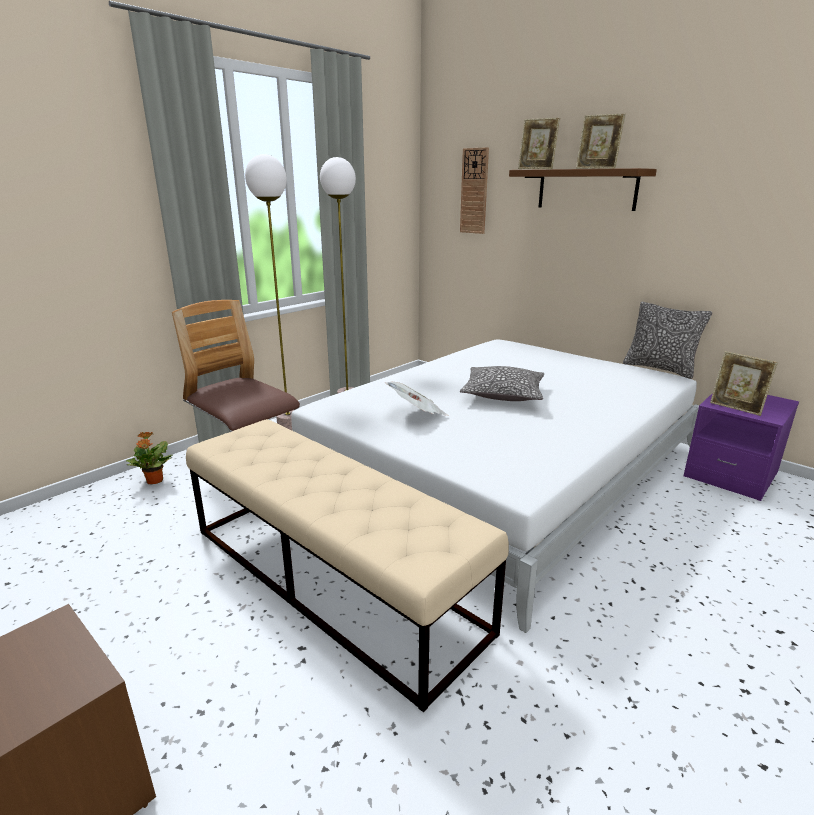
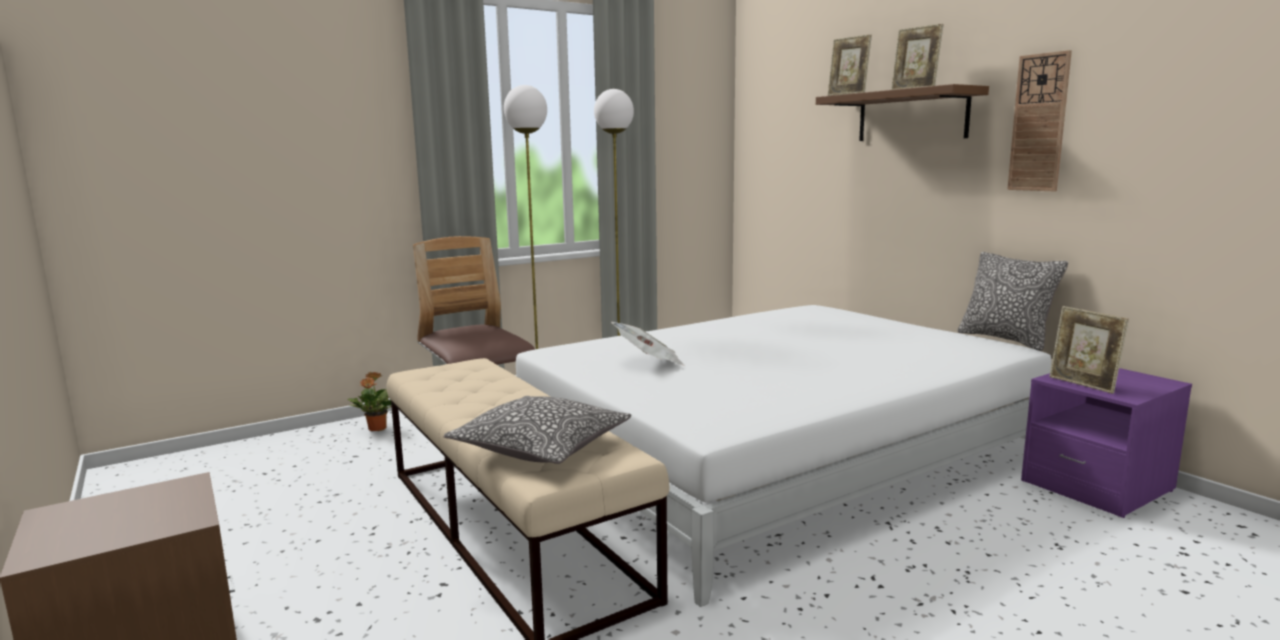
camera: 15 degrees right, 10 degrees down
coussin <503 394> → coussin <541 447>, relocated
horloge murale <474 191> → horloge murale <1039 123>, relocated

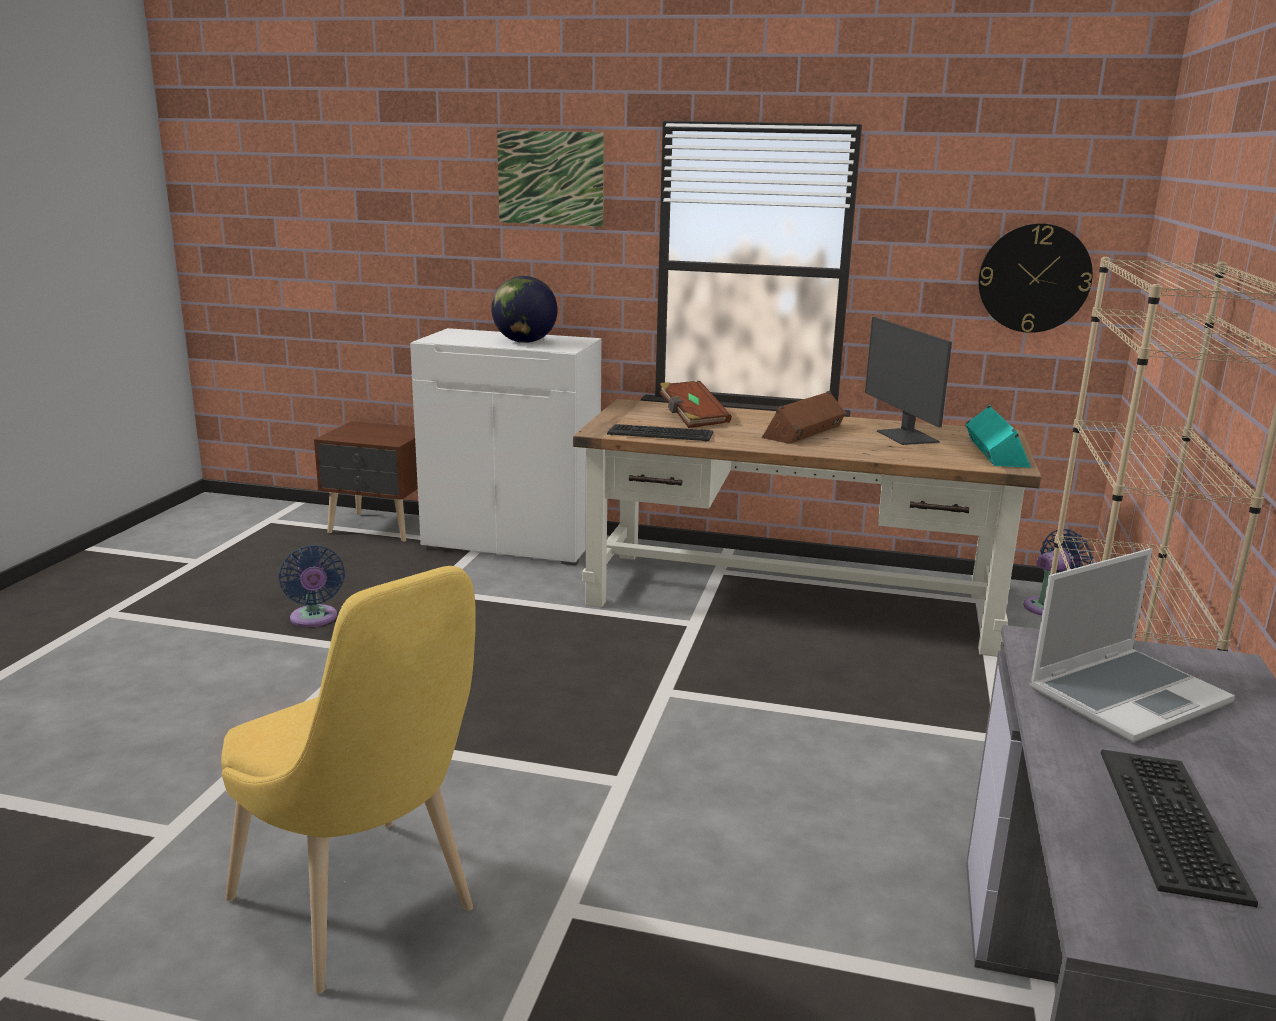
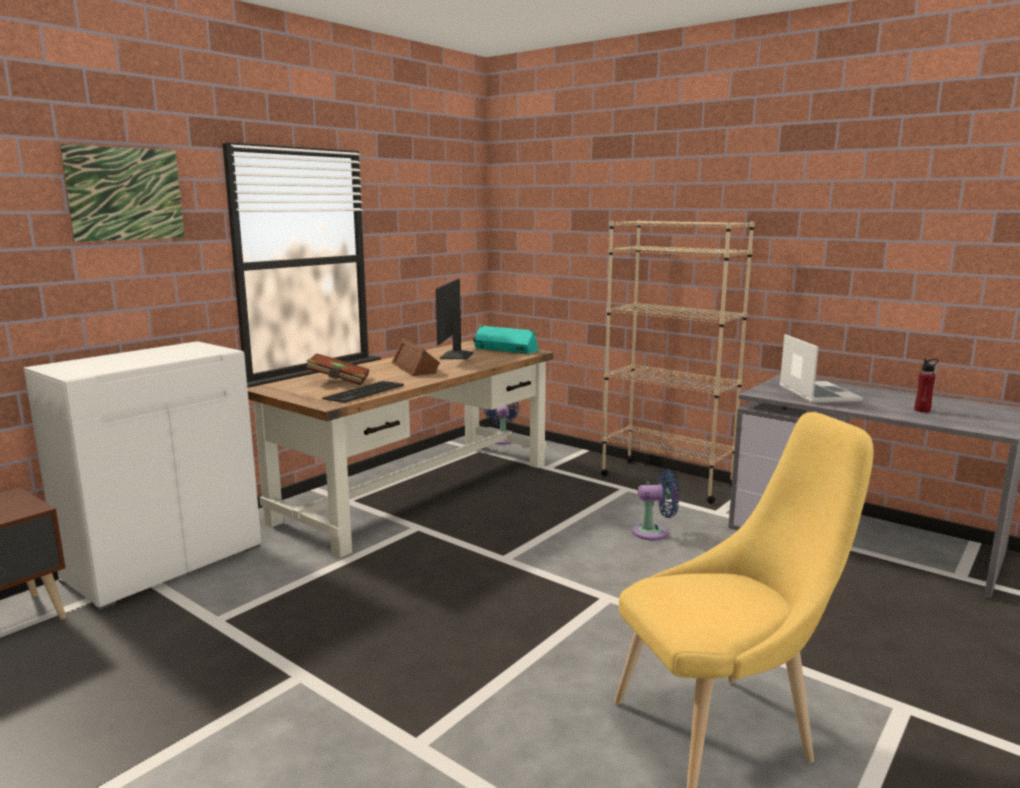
camera: 65 degrees left, 5 degrees down
écran d'ordinateur <906 437> → écran d'ordinateur <455 355>, 90 degrees clockwise
ventilateur [bleu] <314 619> → ventilateur [bleu] <654 532>, relocated
clavier <1172 823> → bouteille [rouge] <922 410>
globe <524 342> → -
horloge murale <1034 278> → -

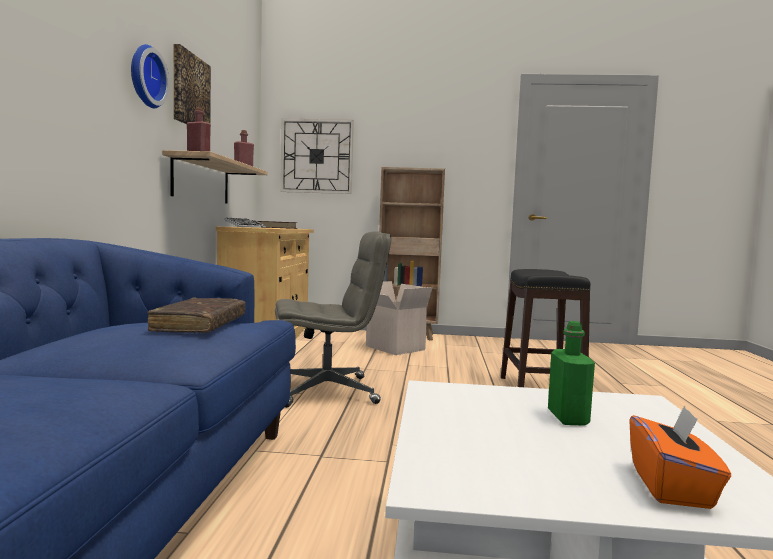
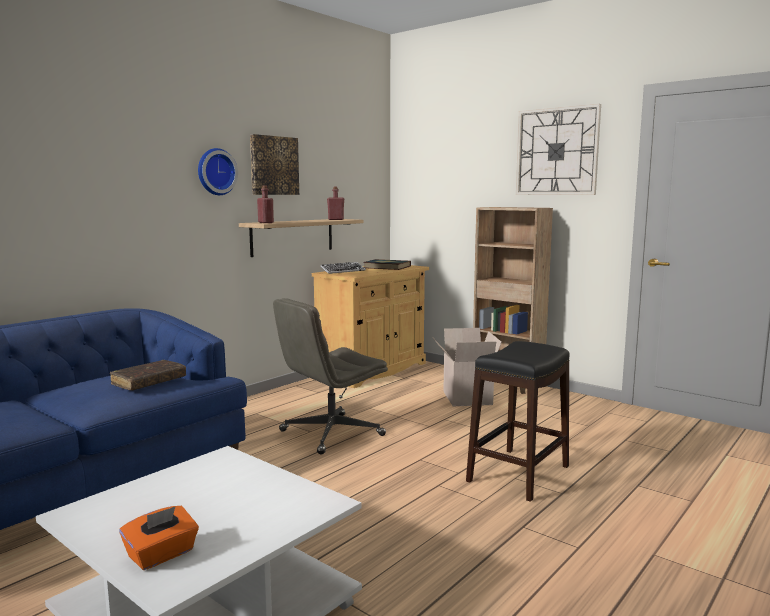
camera: 35 degrees right, 5 degrees up
chaise de bureau [gris] <328 391> → chaise de bureau [gris] <331 434>, 120 degrees clockwise
horloge murale <317 156> → horloge murale <557 151>, relocated
bouteille [vert] <568 418> → -

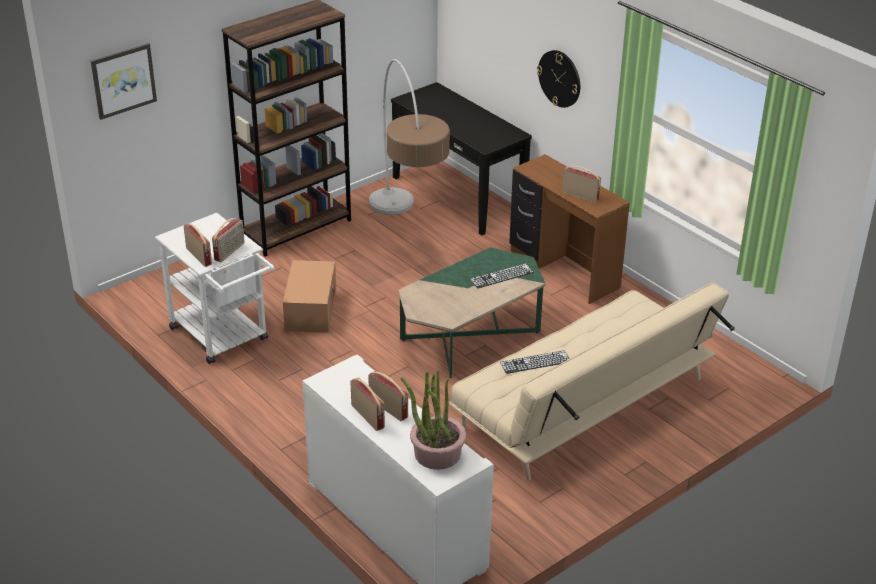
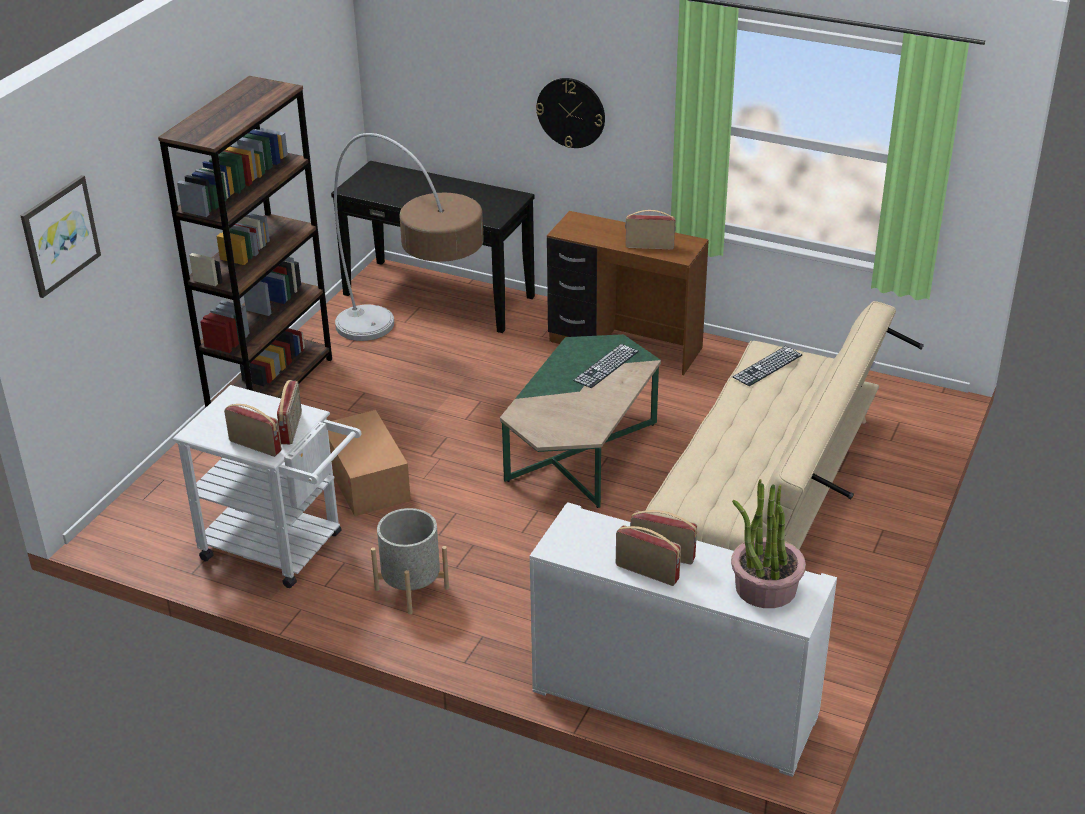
camera: 25 degrees left, 0 degrees up
- → cache-pot [gris] <412 588>
clavier <535 362> → clavier <767 366>, relocated

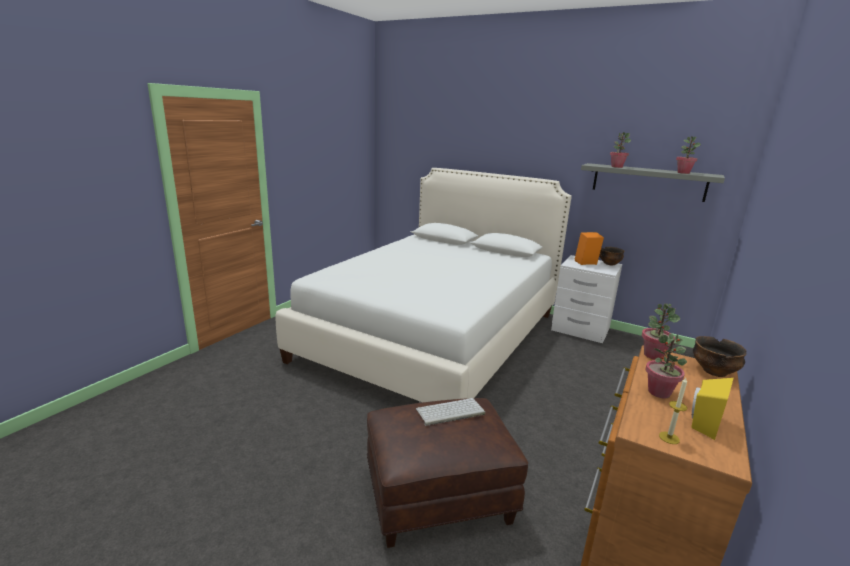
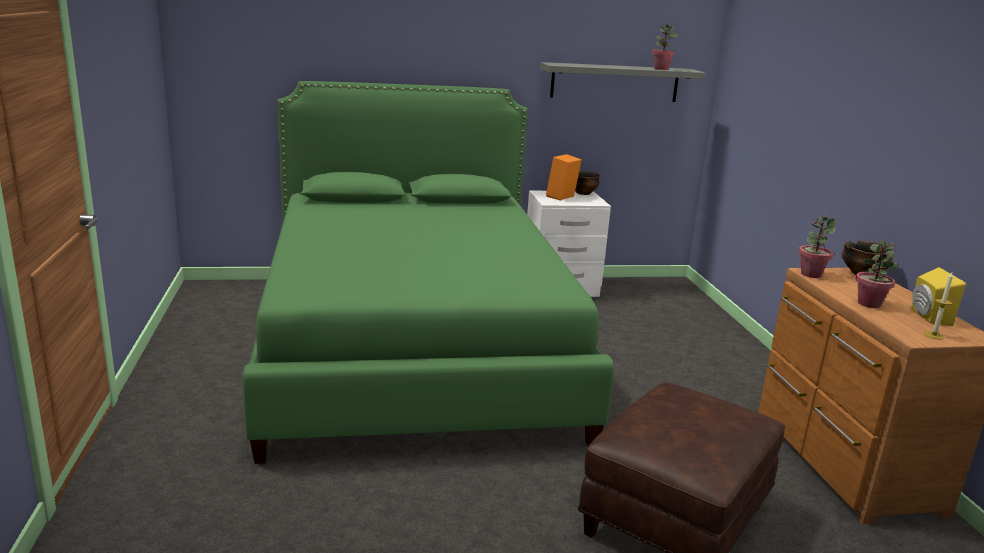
camera: 40 degrees left, 0 degrees up
lit [blanc] <434 335> → lit [vert] <414 347>
clavier <449 412> → -
plante en pot <616 167> → -

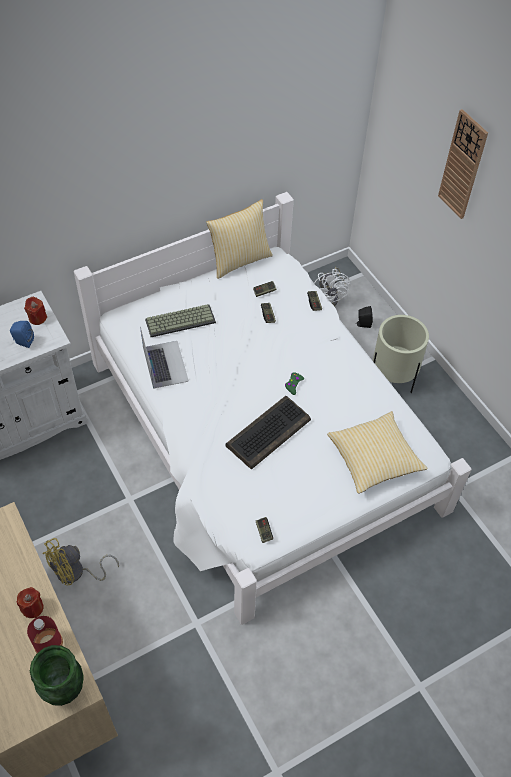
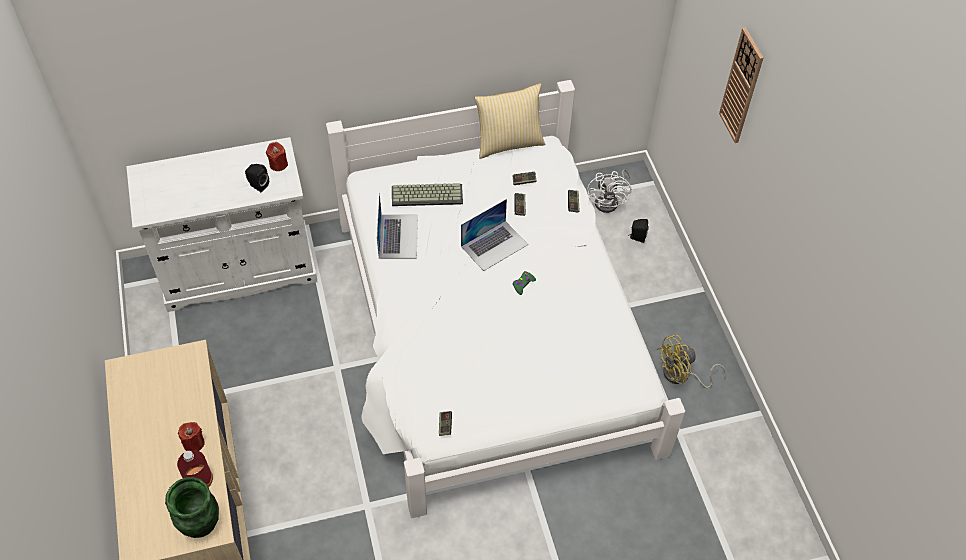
camera: 15 degrees right, 0 degrees up
enceinte [bleu] <23 342> → enceinte [noir] <257 185>
- → ordinateur portable <494 245>
ventilateur [jaune] <76 573> → ventilateur [jaune] <682 376>, relocated
clavier <268 432> → -
coussin <373 459> → -
cache-pot [beige] <392 378> → -

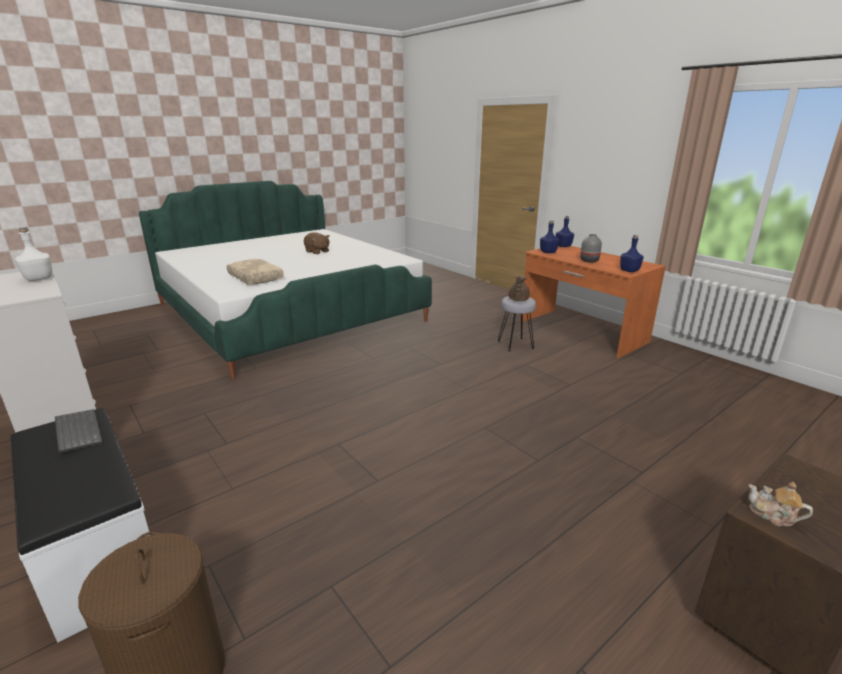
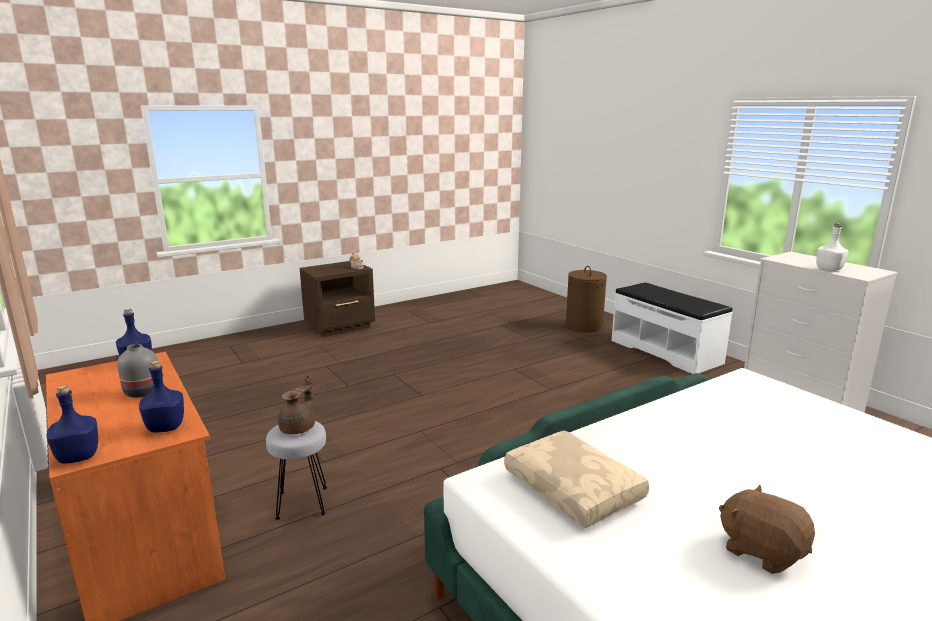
camera: 175 degrees left, 5 degrees down
coussin [beige] <254 278> → coussin [beige] <575 489>, relocated
clavier <76 432> → -

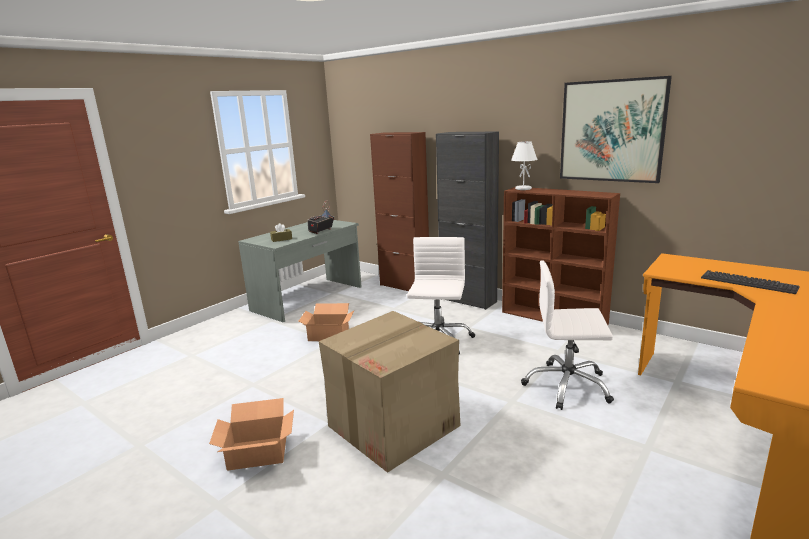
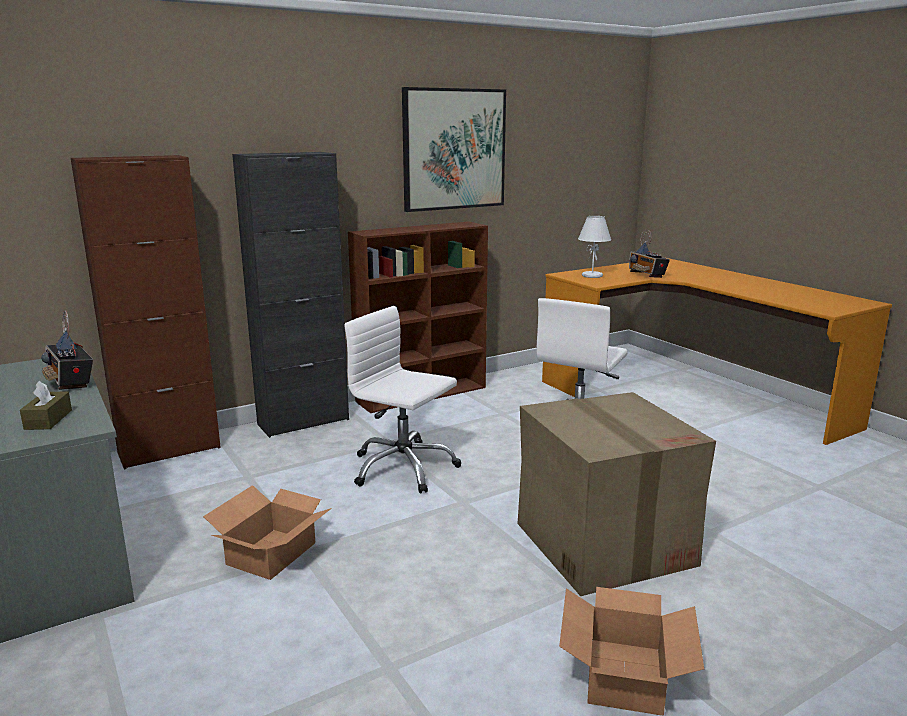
camera: 70 degrees left, 0 degrees up
lampe de table [blanc] <523 189> → lampe de table [blanc] <592 276>, relocated
clavier <748 283> → radio <647 275>

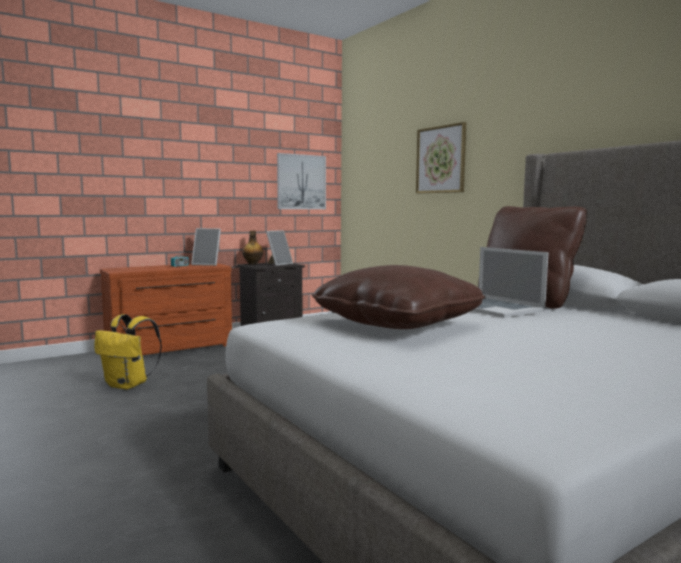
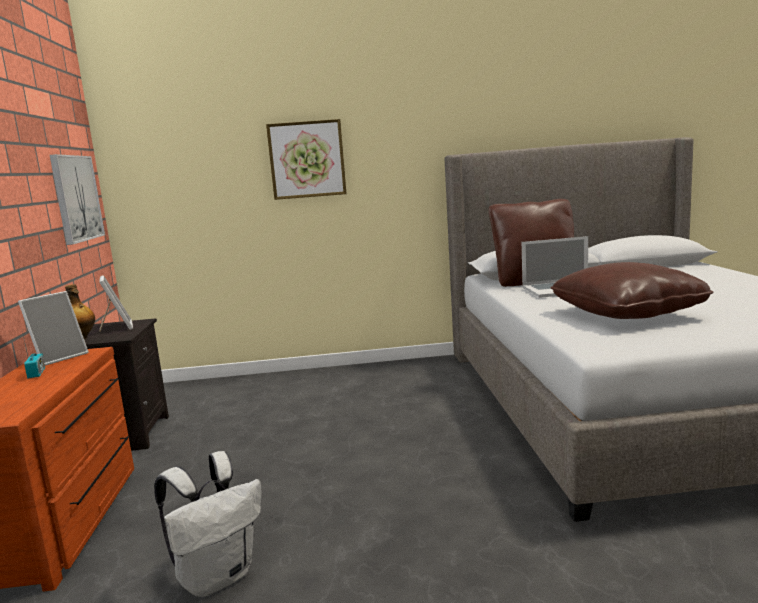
camera: 60 degrees left, 5 degrees up
sac à dos [jaune] <128 385> → sac à dos [blanc] <217 576>

